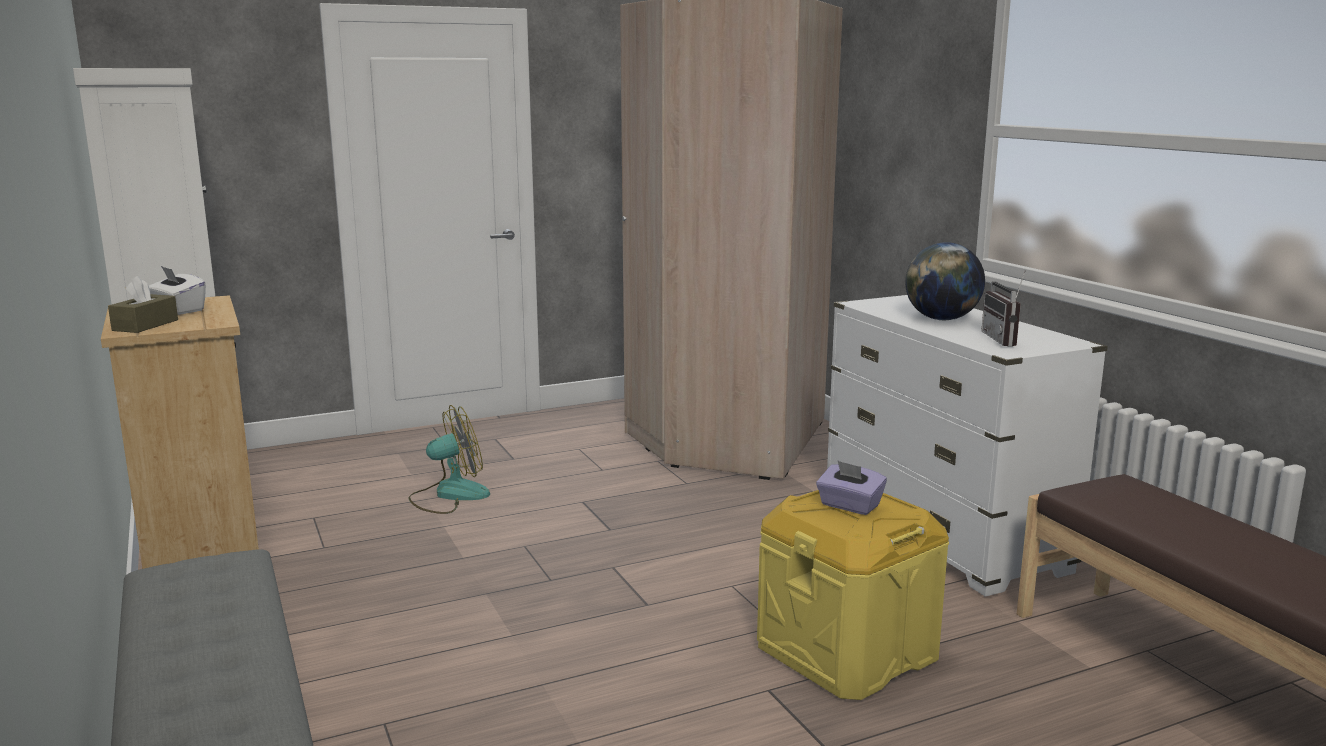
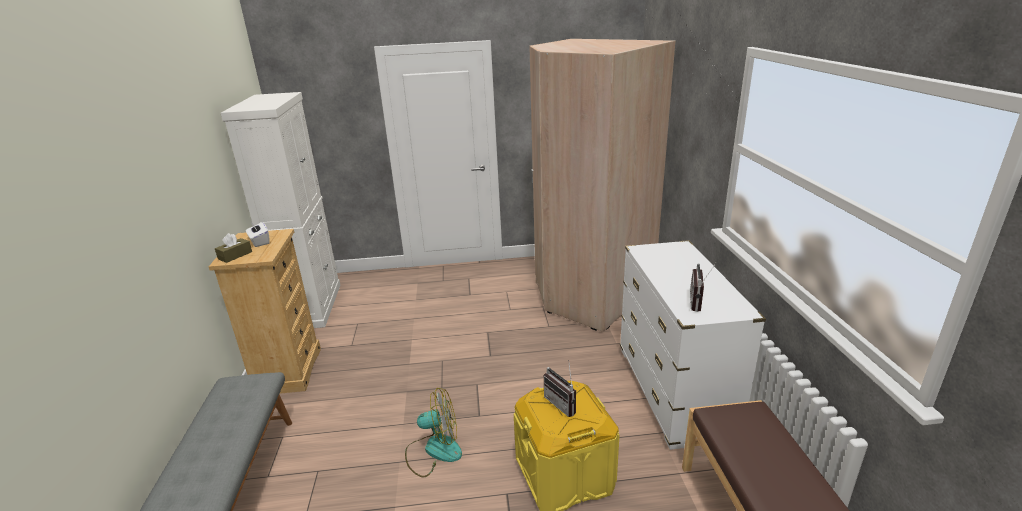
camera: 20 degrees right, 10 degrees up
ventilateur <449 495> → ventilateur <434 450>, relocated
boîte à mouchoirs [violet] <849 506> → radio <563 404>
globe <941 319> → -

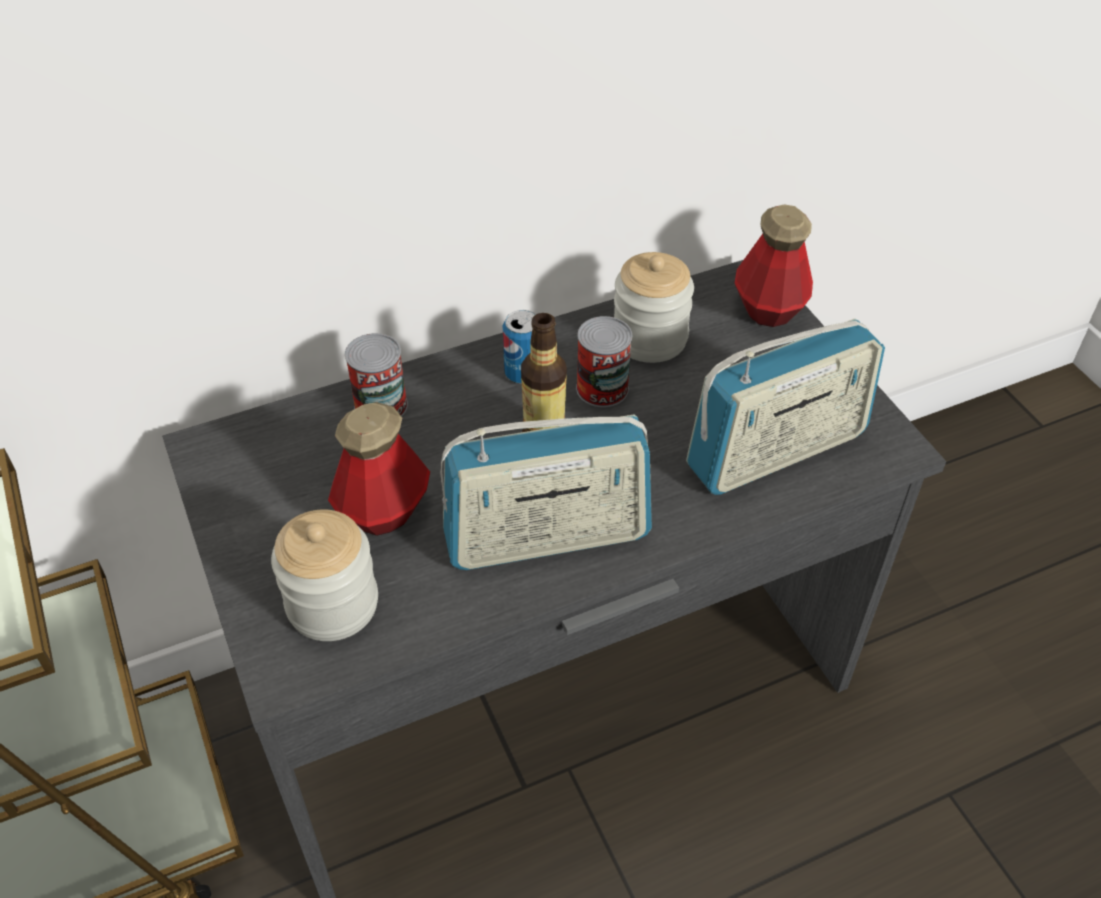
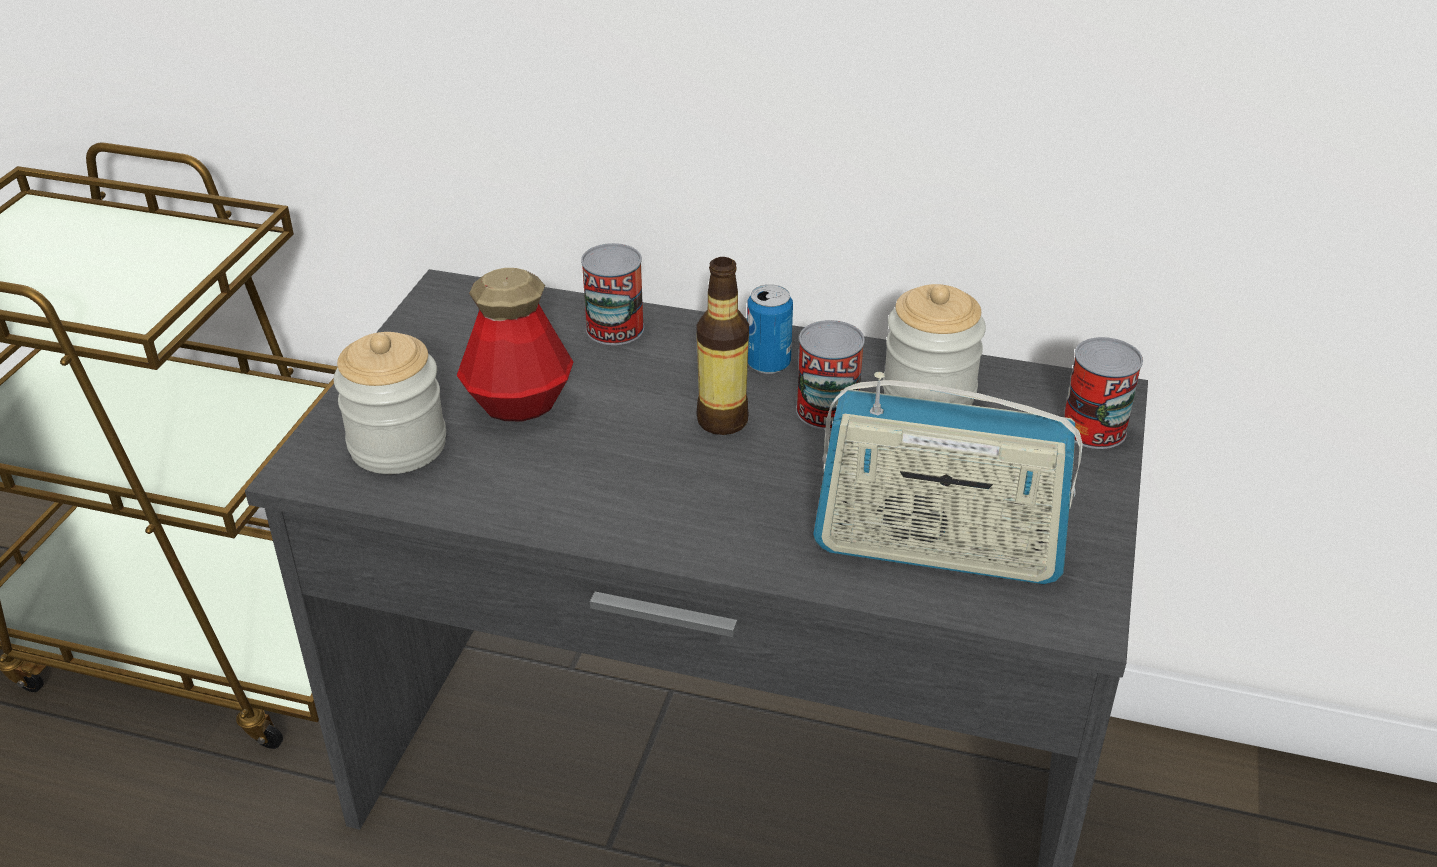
camera: 40 degrees right, 10 degrees down
bouteille <768 308> → boîte métallique <1093 429>
radio <547 537> → -

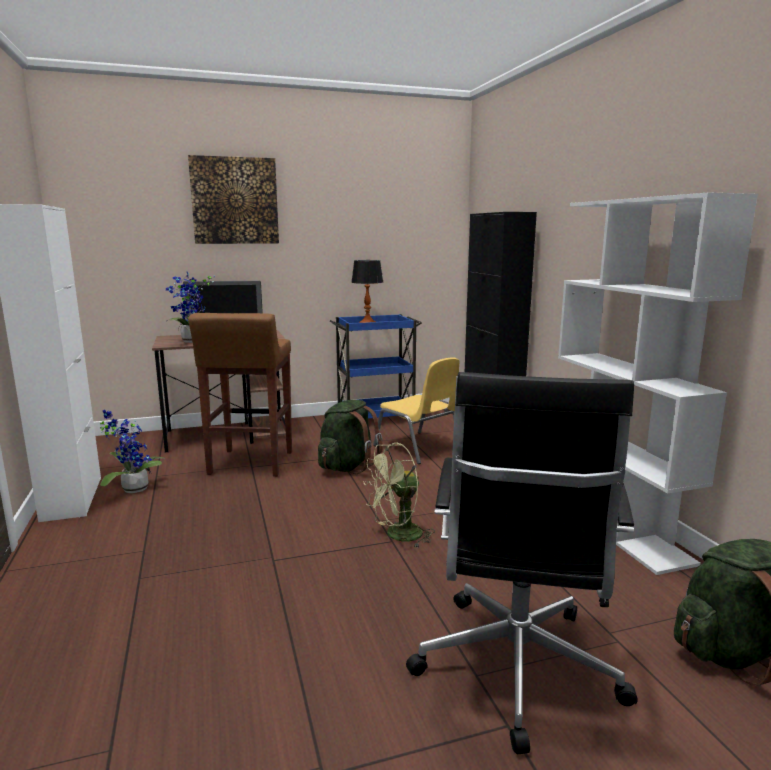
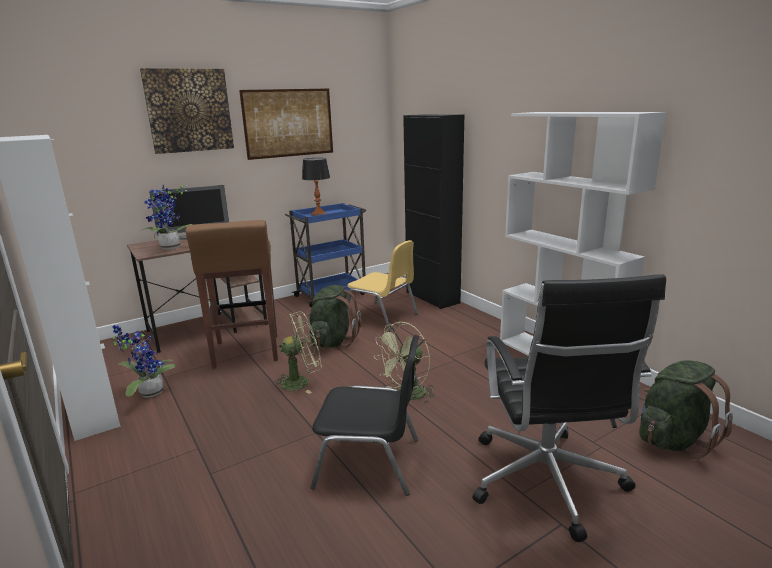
camera: 15 degrees left, 5 degrees up
- → tableau <289 123>
- → ventilateur [vert] <301 381>
- → chaise [noir] <370 462>

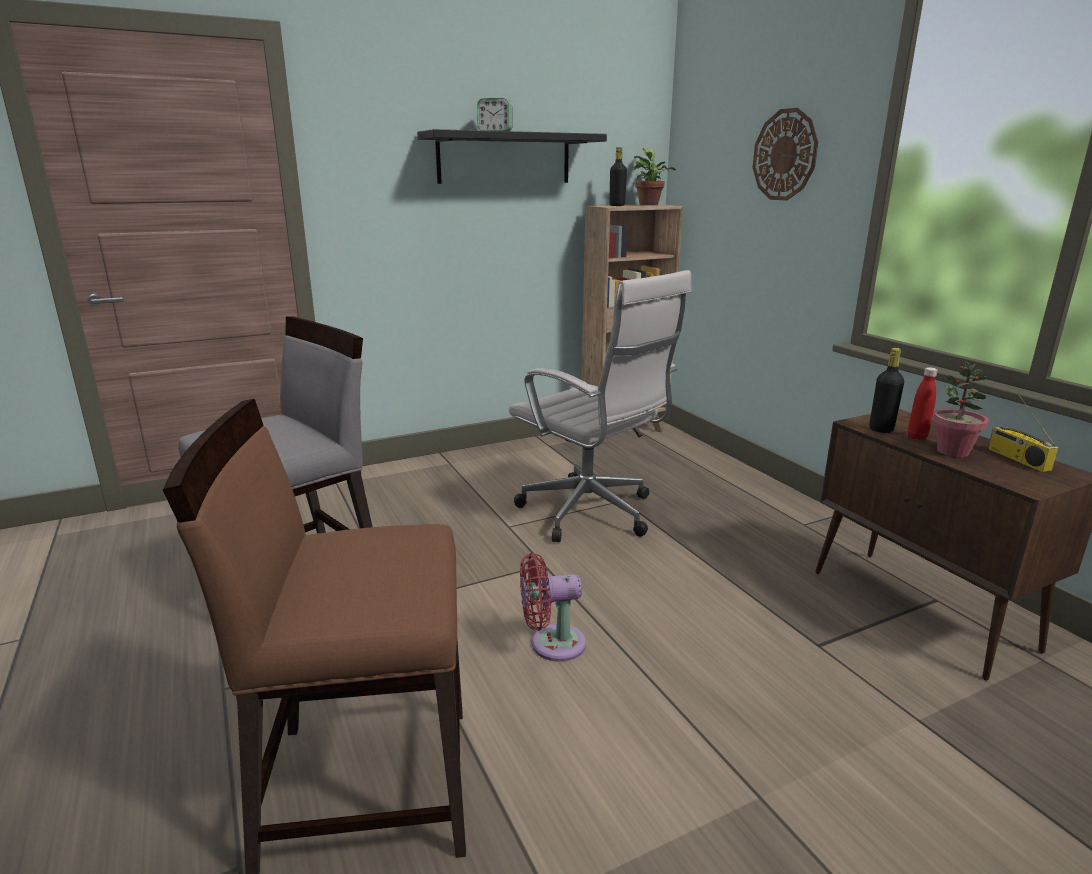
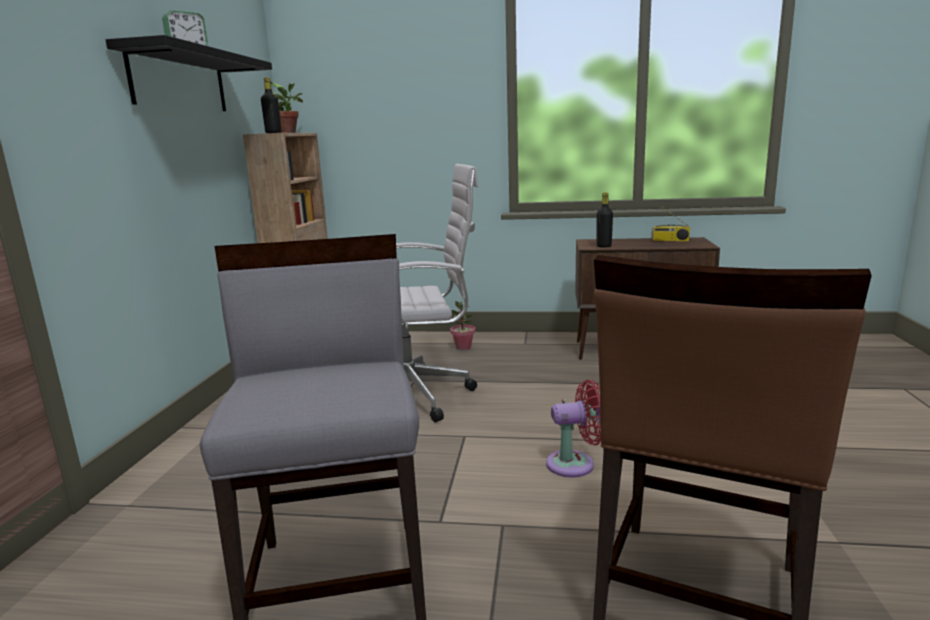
camera: 55 degrees left, 5 degrees down
plante en pot <952 452> → plante en pot <463 347>, relocated
ventilateur [rouge] <552 644> → ventilateur [rouge] <575 464>, 120 degrees counterclockwise
horloge murale <785 155> → -
bouteille [rouge] <917 437> → -

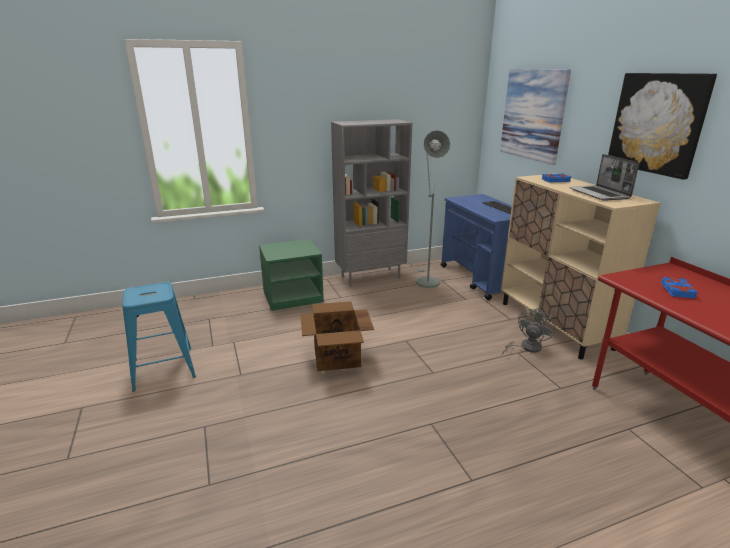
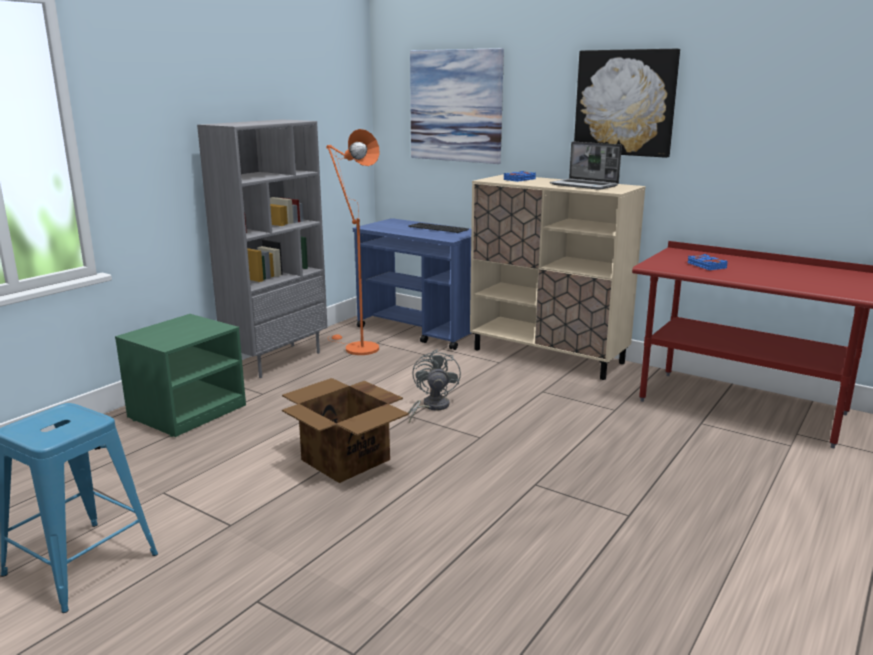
camera: 35 degrees left, 5 degrees down
lampadaire [gris] <425 281> → lampadaire [orange] <357 347>
ventilateur [gris] <526 347> → ventilateur [gris] <431 407>, relocated

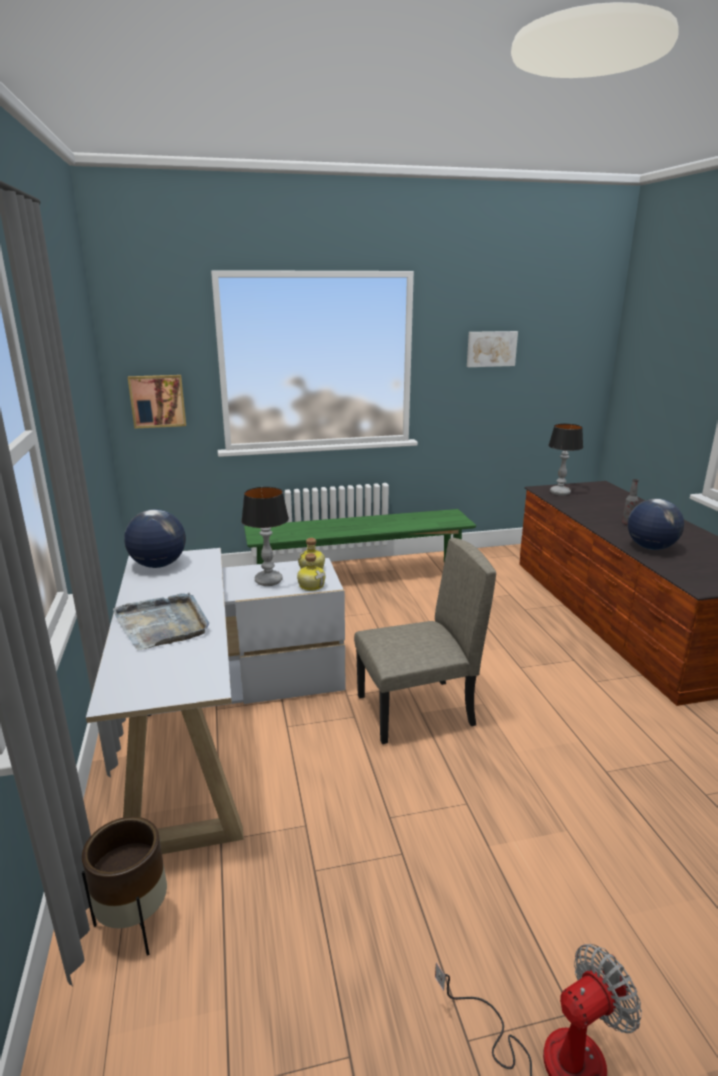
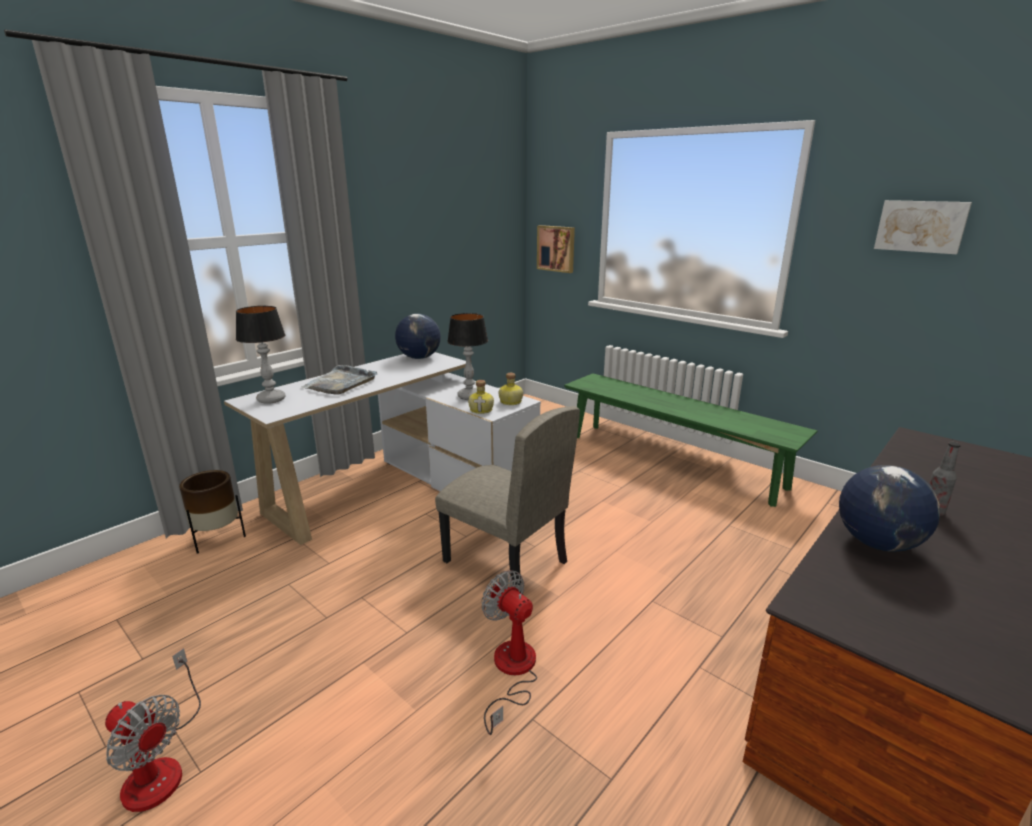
camera: 55 degrees right, 0 degrees up
lampe de table <560 493> → lampe de table <271 400>, relocated
- → ventilateur <511 671>

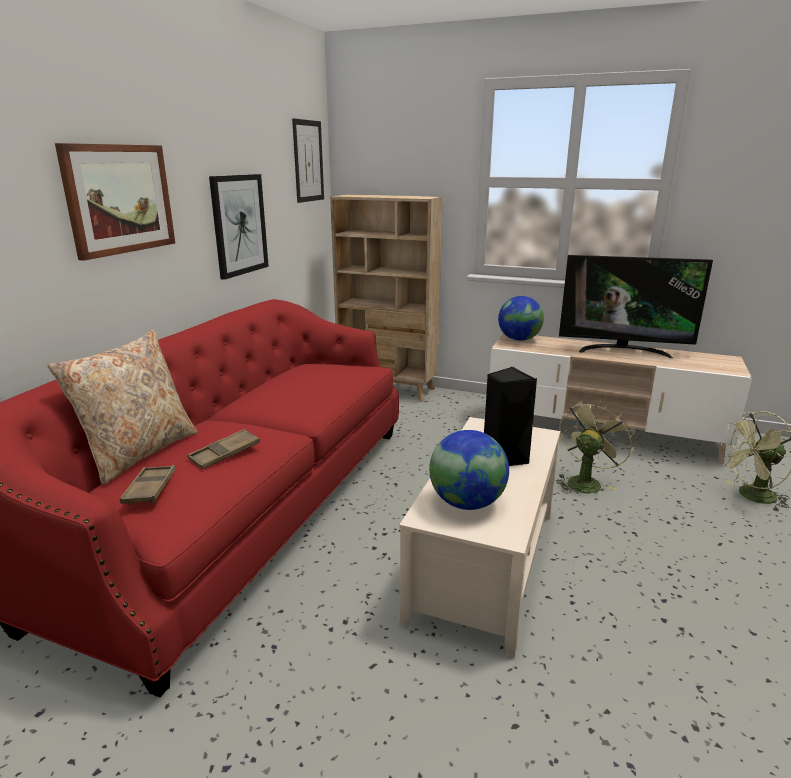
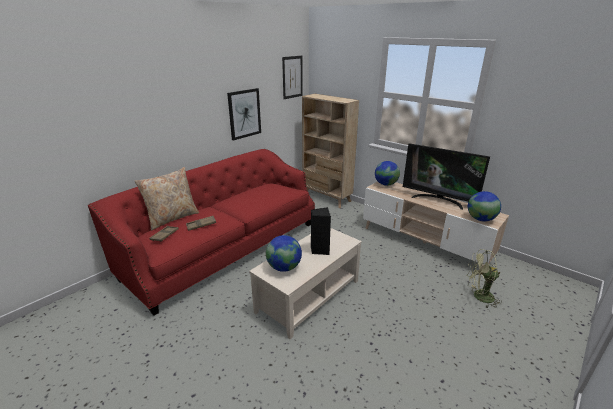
camera: 20 degrees right, 5 degrees up
- → globe <480 219>
tableau <119 199> → -
ventilateur [vert] <585 481> → -

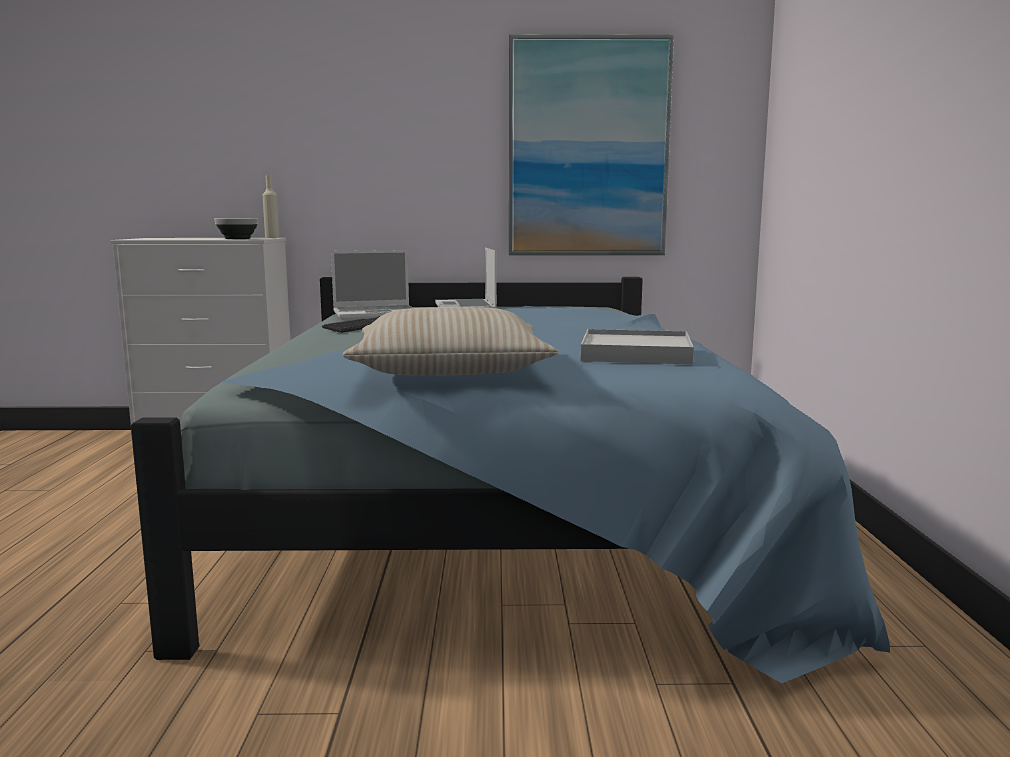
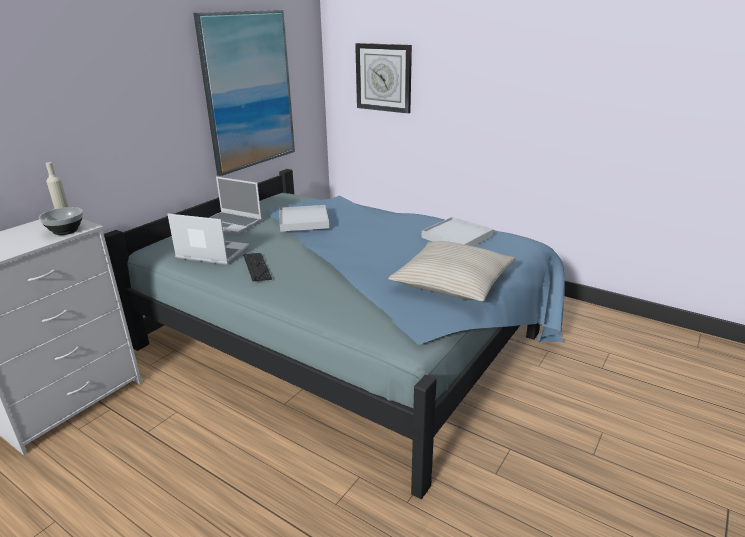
camera: 55 degrees left, 15 degrees up
ordinateur portable <376 315> → ordinateur portable <211 253>, 90 degrees counterclockwise
- → plateau [blanc] <304 221>
- → horloge murale <383 77>

